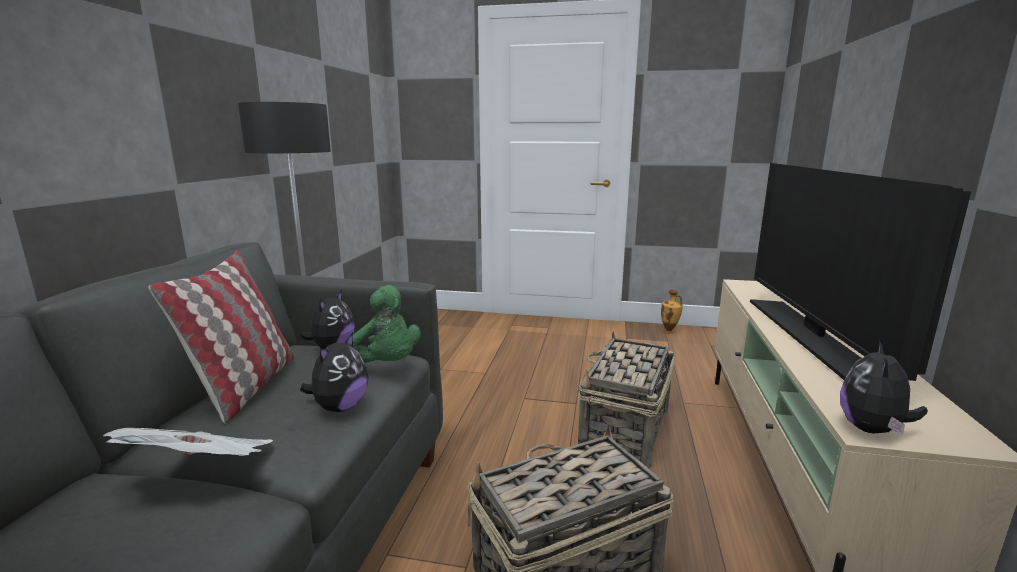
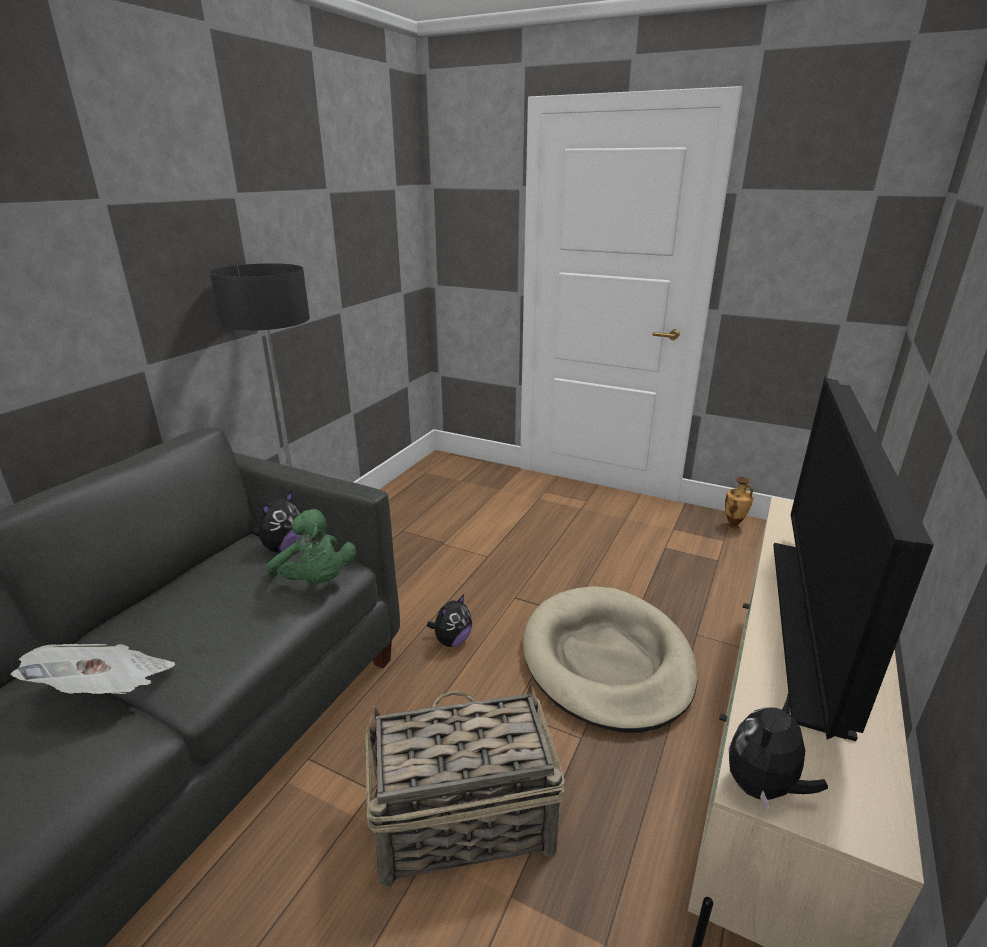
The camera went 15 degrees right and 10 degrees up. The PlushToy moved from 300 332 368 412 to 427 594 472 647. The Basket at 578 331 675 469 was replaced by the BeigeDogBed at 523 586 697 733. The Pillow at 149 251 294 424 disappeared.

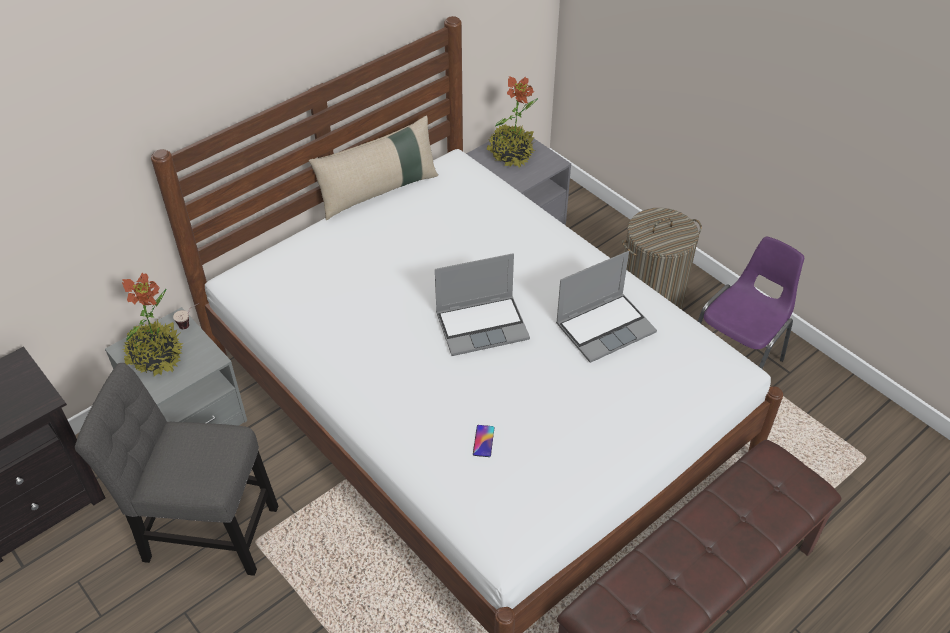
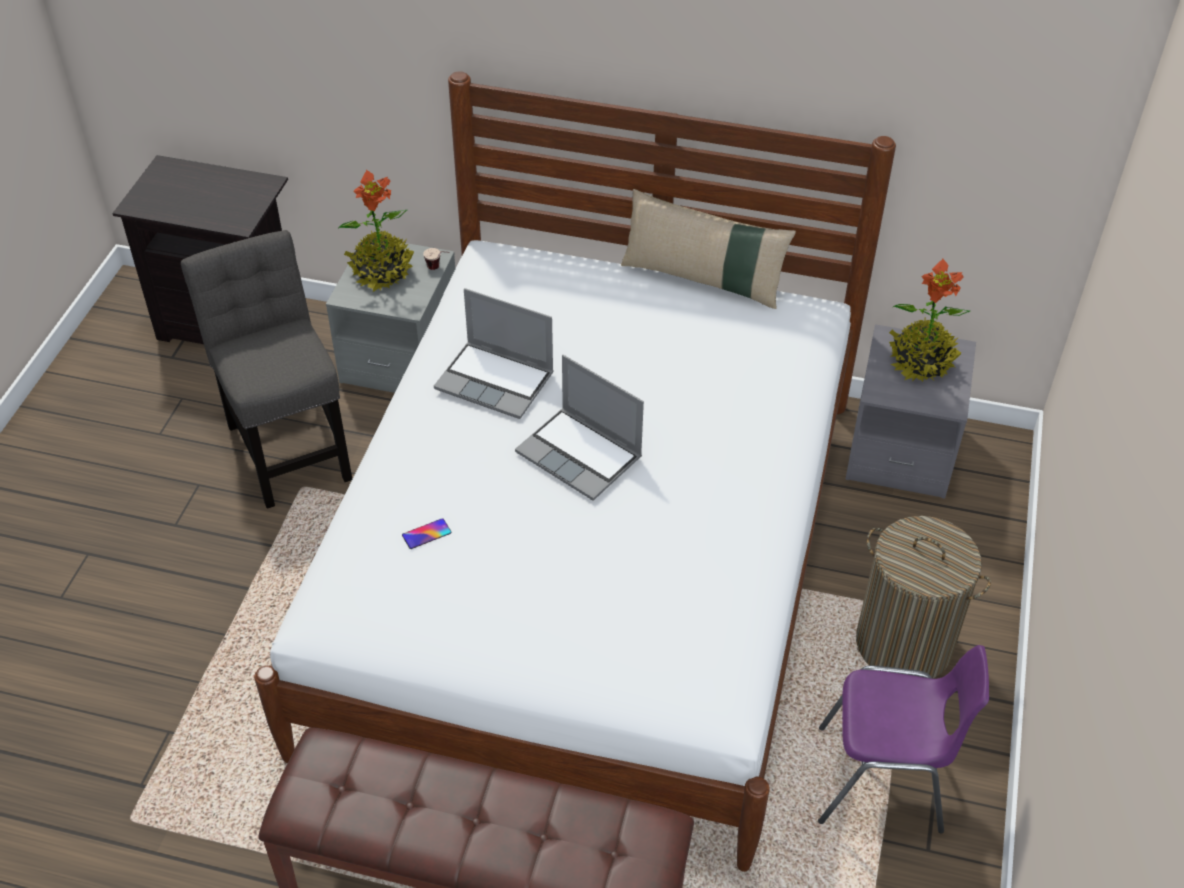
The camera went 55 degrees right and 0 degrees up. The Laptop moved from 556 251 657 363 to 434 288 554 419.

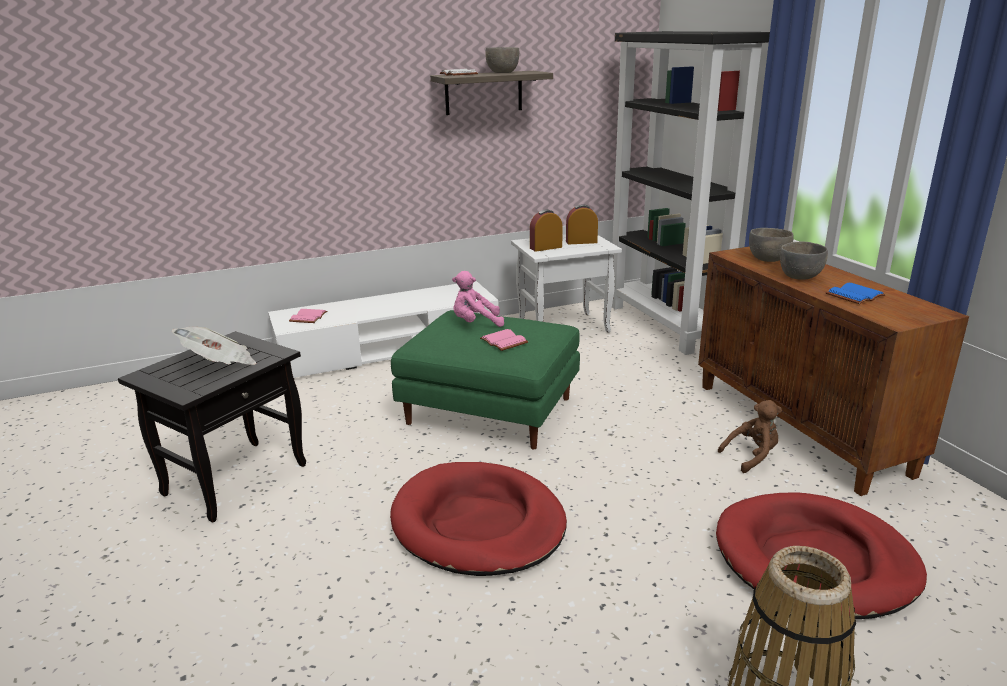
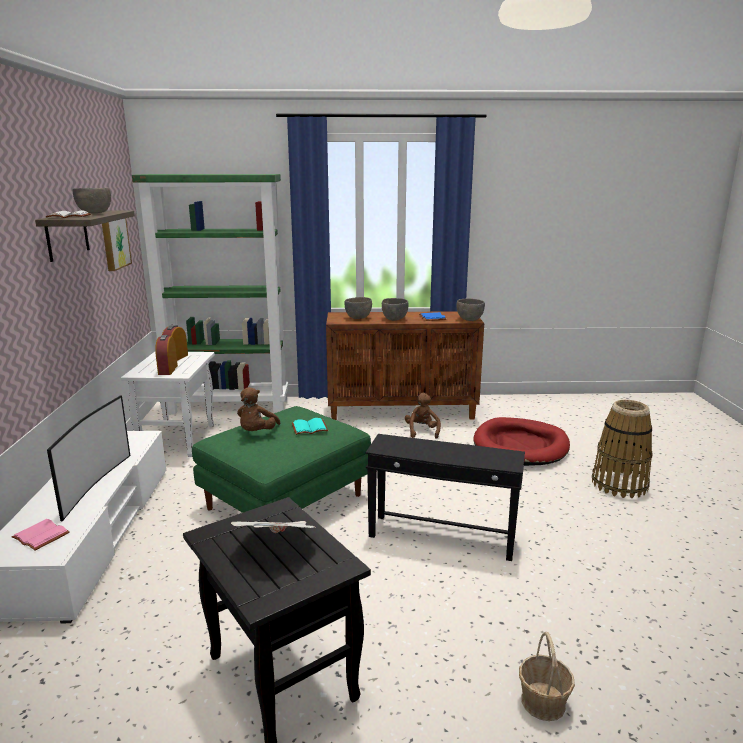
The camera went 70 degrees left and 5 degrees down. The Television at 47 396 130 521 appeared. The Picture at 102 218 132 271 appeared. The BlackBookcase at 612 31 770 355 became the GreenBookcase at 132 174 289 415. The PinkPlushToy at 452 271 504 327 became the BrownPlushToy at 237 387 281 431. The PinkBook at 480 329 528 351 became the TurquoiseBook at 292 418 328 435. The RedDogBed at 390 462 567 576 was replaced by the BlackSideTable at 366 434 525 561. The GreyBowl at 457 298 485 321 appeared. The Basket at 519 632 575 721 appeared.

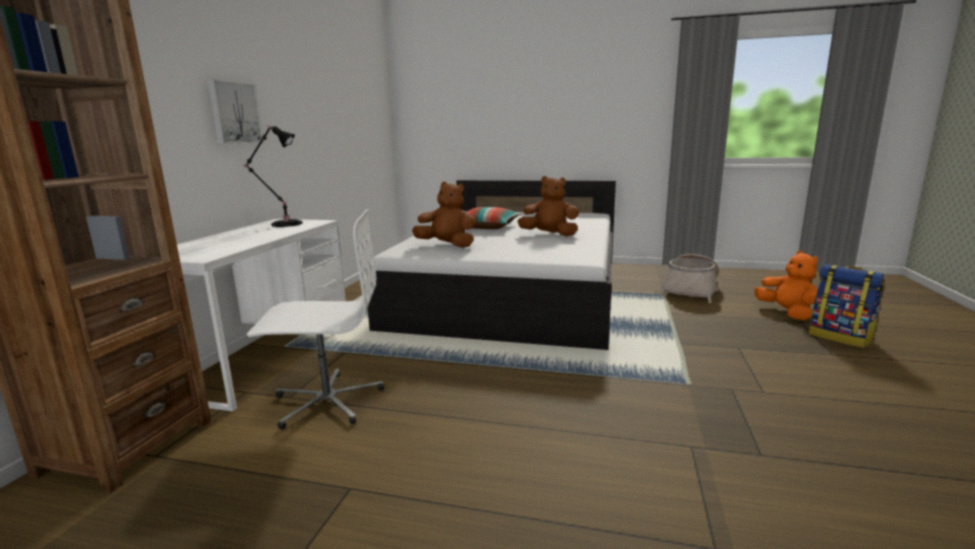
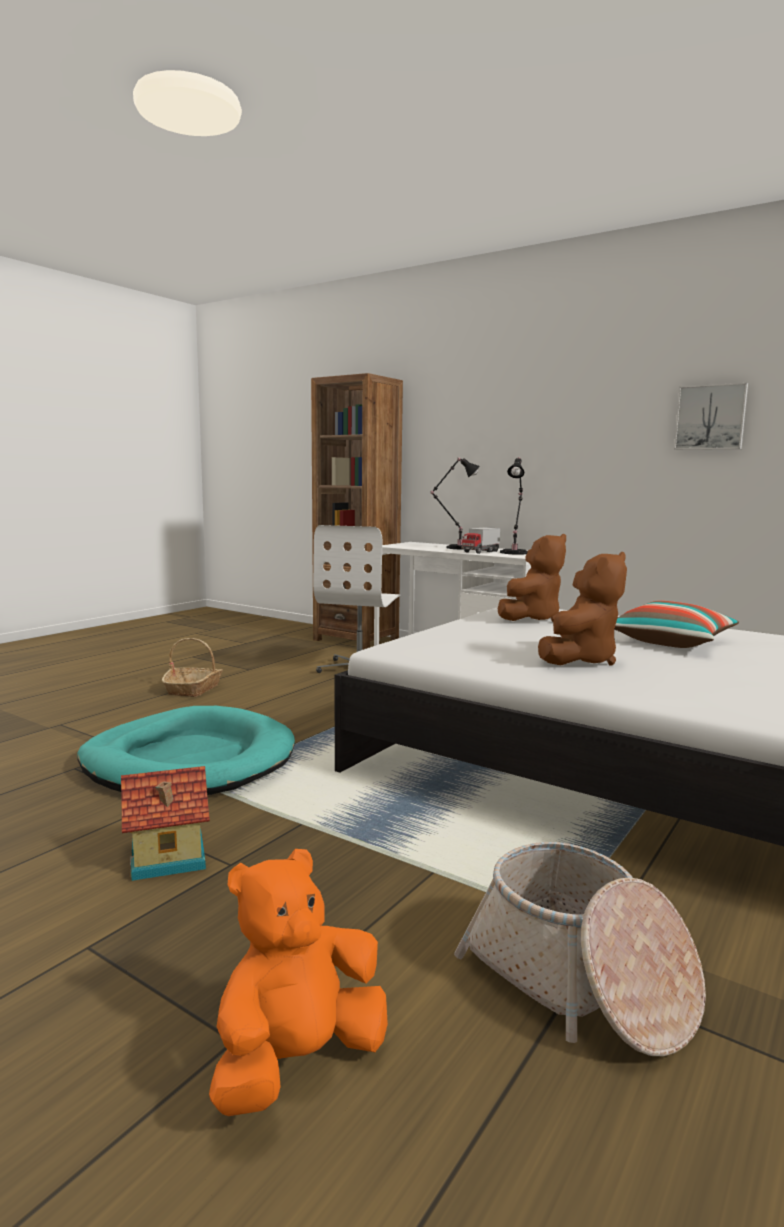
The camera went 110 degrees right and 5 degrees down. The TurquoiseDogBed at 77 706 295 795 appeared. The ToyHouse at 121 766 210 881 appeared. The Basket at 162 638 223 697 appeared. The OrangePlushToy at 754 251 818 320 turned 135 degrees clockwise. The BlackTableLamp at 430 458 480 549 appeared. The ToyTruck at 461 527 500 554 appeared. The Picture moved from 207 79 264 144 to 674 383 748 450. The Backpack at 809 264 884 348 disappeared.

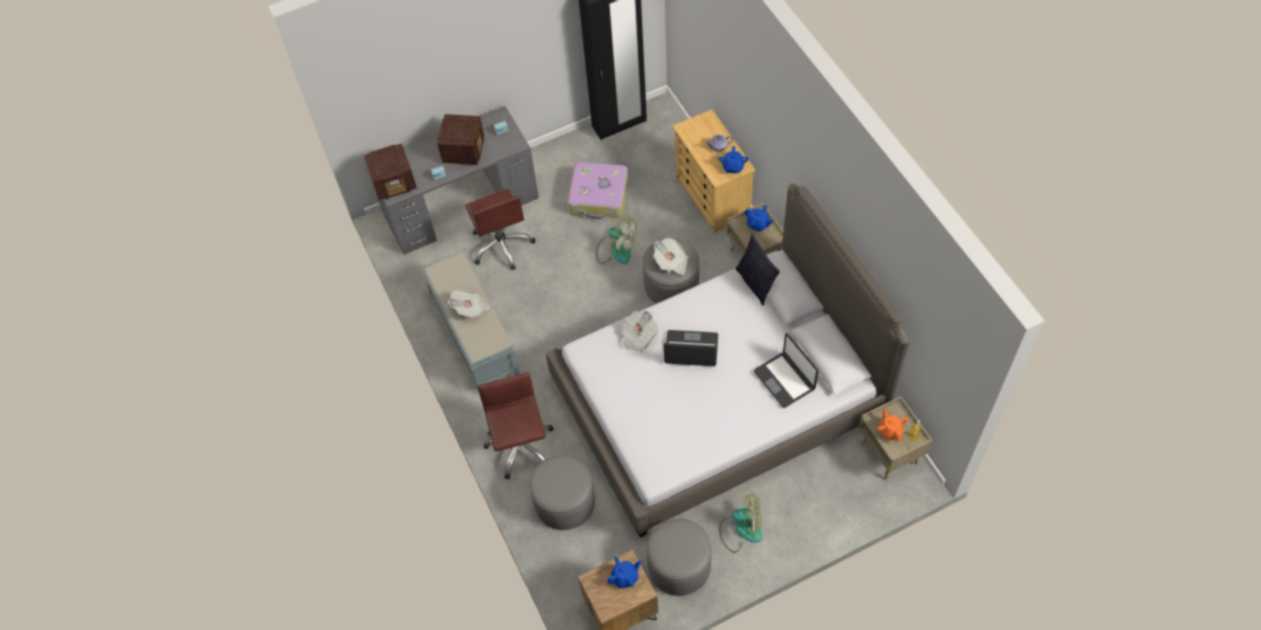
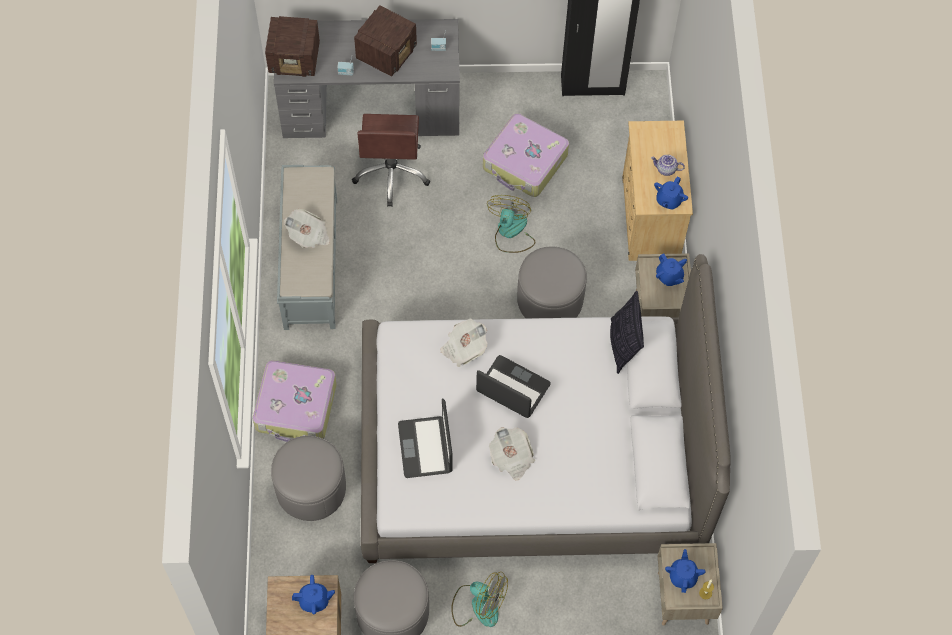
The camera went 20 degrees right and 5 degrees up. The BrownOfficeChair at 477 372 553 479 was replaced by the Suitcase at 253 360 337 442. The Laptop moved from 753 333 818 408 to 398 399 453 478. The Fan at 596 218 637 264 turned 135 degrees counterclockwise. The Newspaper moved from 653 238 689 275 to 489 427 535 481. The OrangeTeapot at 877 408 908 442 became the BlueTeapot at 665 549 706 593.

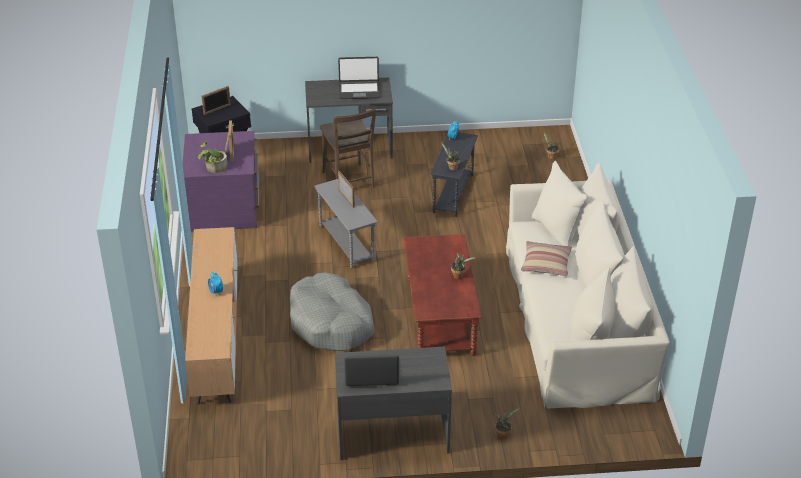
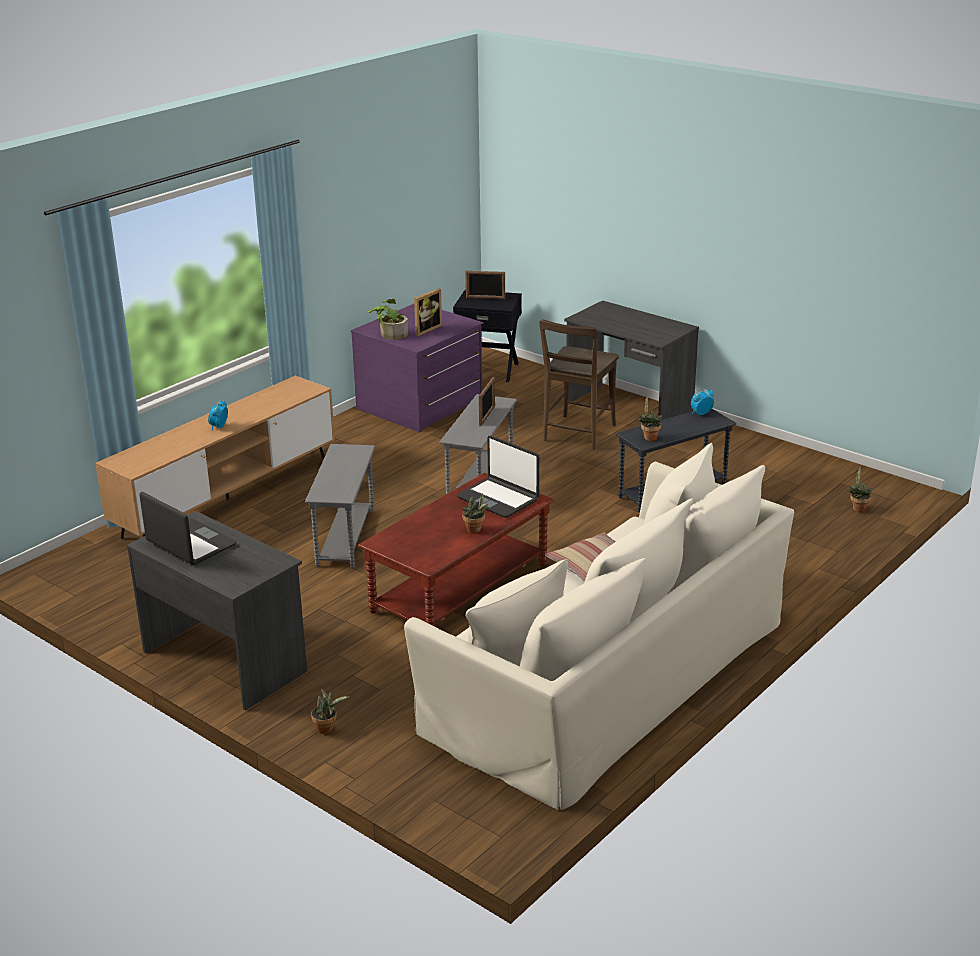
The camera went 45 degrees right and 10 degrees down. The GreyDogBed at 290 272 375 351 was replaced by the GreySideTable at 305 444 375 568. The Laptop moved from 338 57 380 99 to 457 436 539 518.

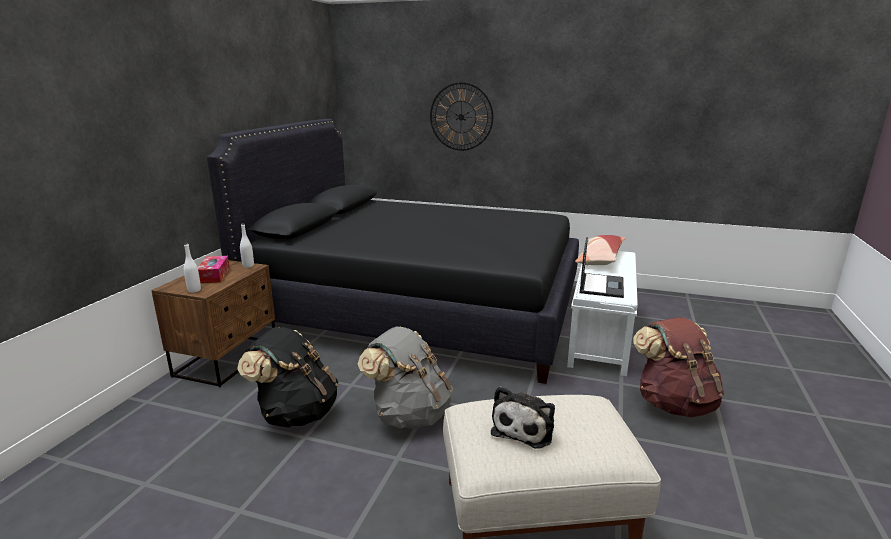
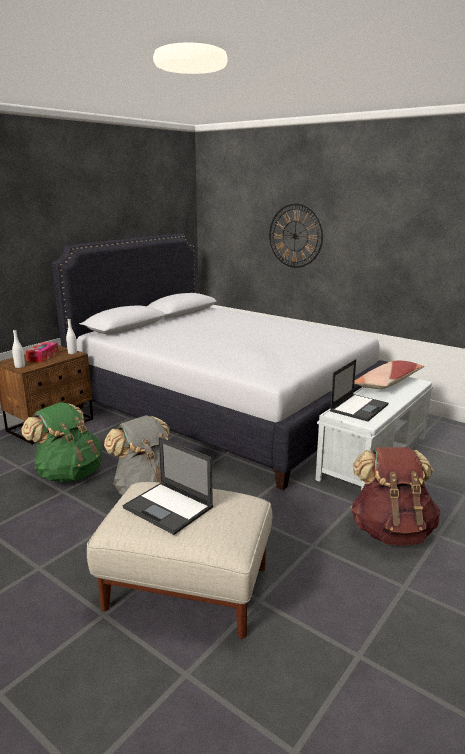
The camera went 20 degrees right and 0 degrees up. The BlackBackpack at 237 327 338 428 became the GreenBackpack at 21 402 102 482. The BlackBed at 207 119 579 384 became the WhiteBed at 52 233 388 490. The PlushToy at 491 386 555 449 was replaced by the Laptop at 123 437 213 535.

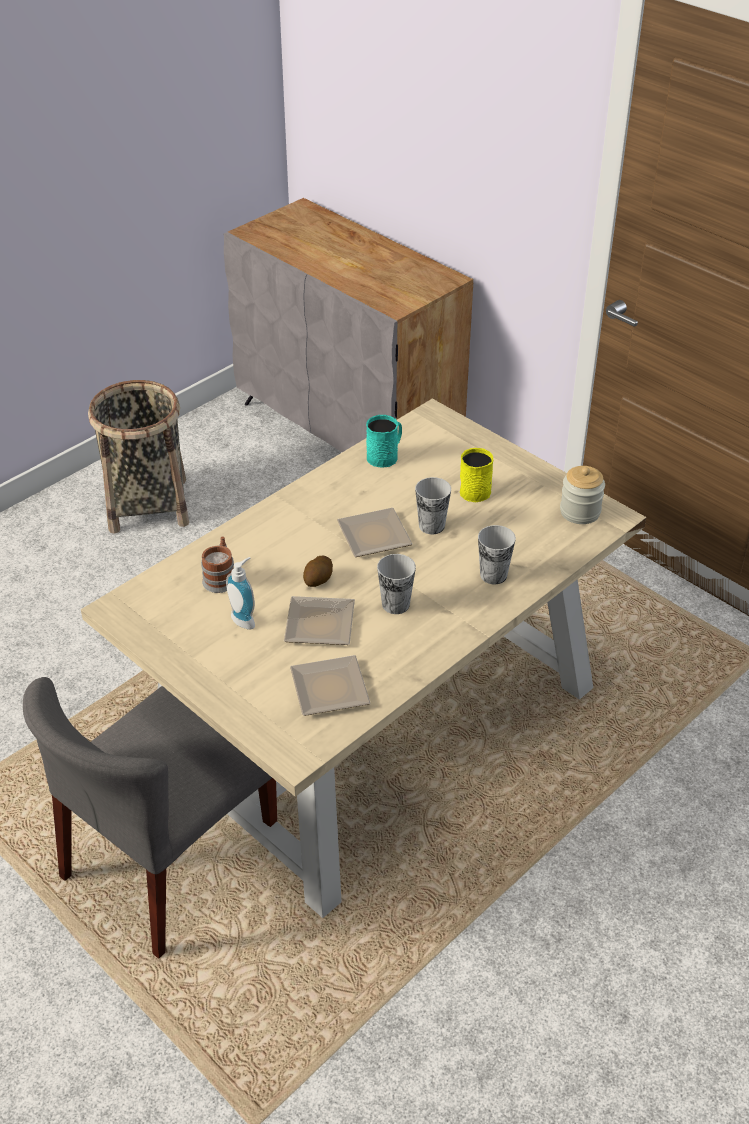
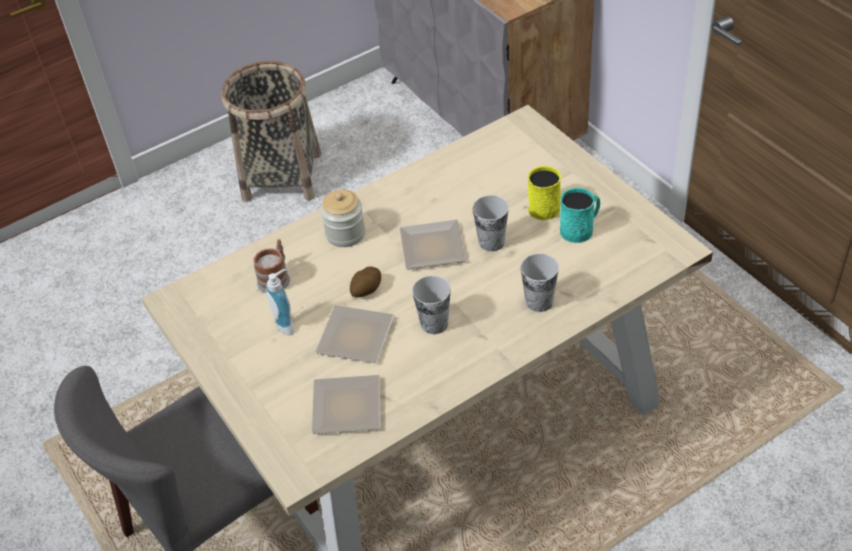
The camera went 15 degrees right and 5 degrees up. The Jar moved from 560 466 605 524 to 320 189 365 247. The TurquoiseMug moved from 366 415 402 467 to 560 188 600 243.

